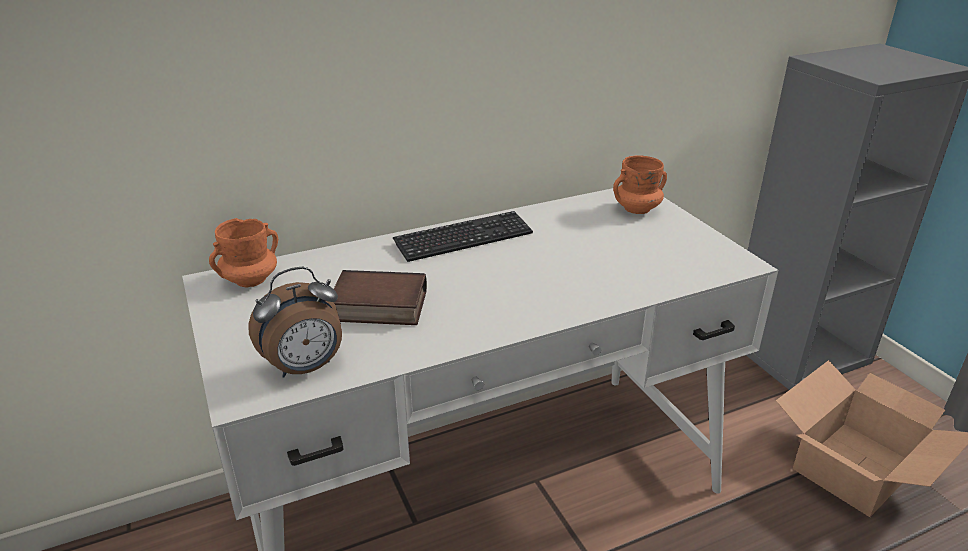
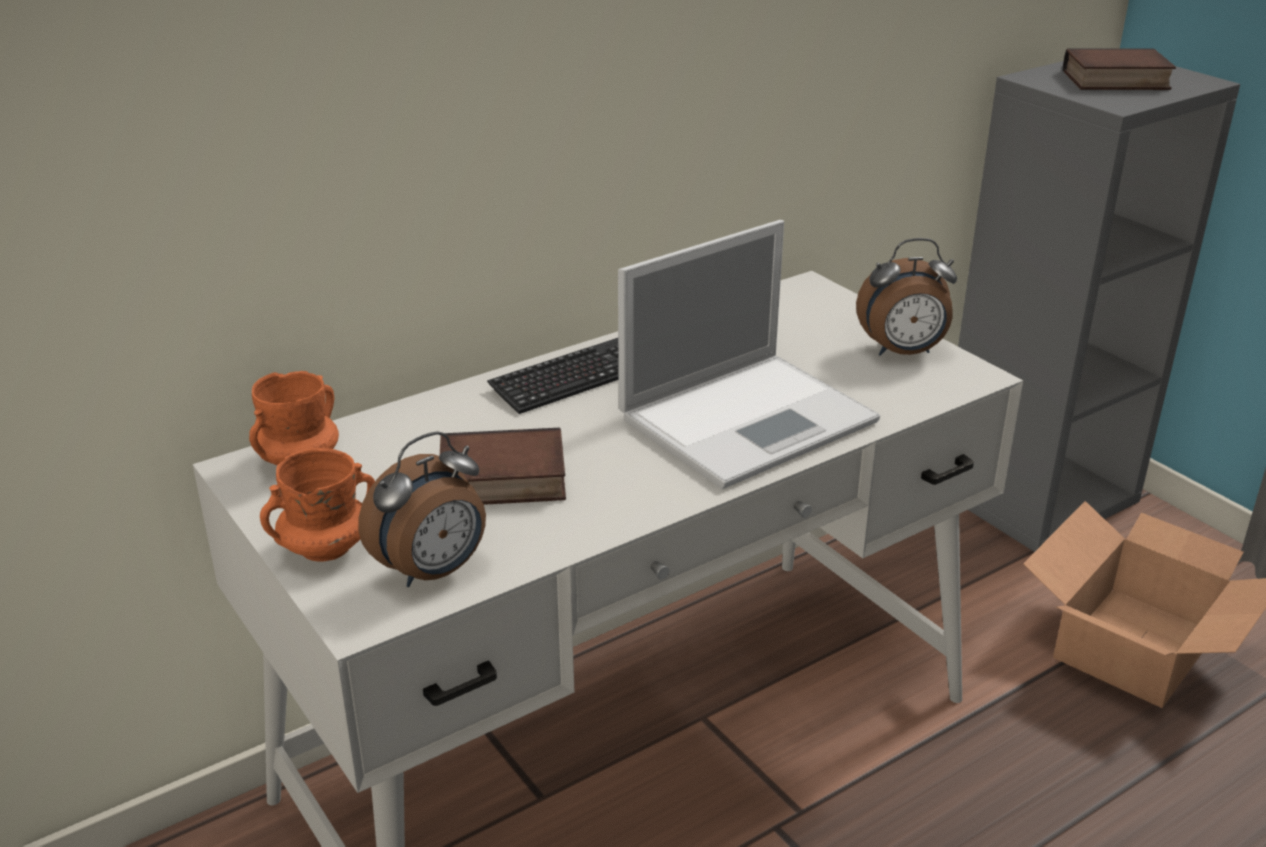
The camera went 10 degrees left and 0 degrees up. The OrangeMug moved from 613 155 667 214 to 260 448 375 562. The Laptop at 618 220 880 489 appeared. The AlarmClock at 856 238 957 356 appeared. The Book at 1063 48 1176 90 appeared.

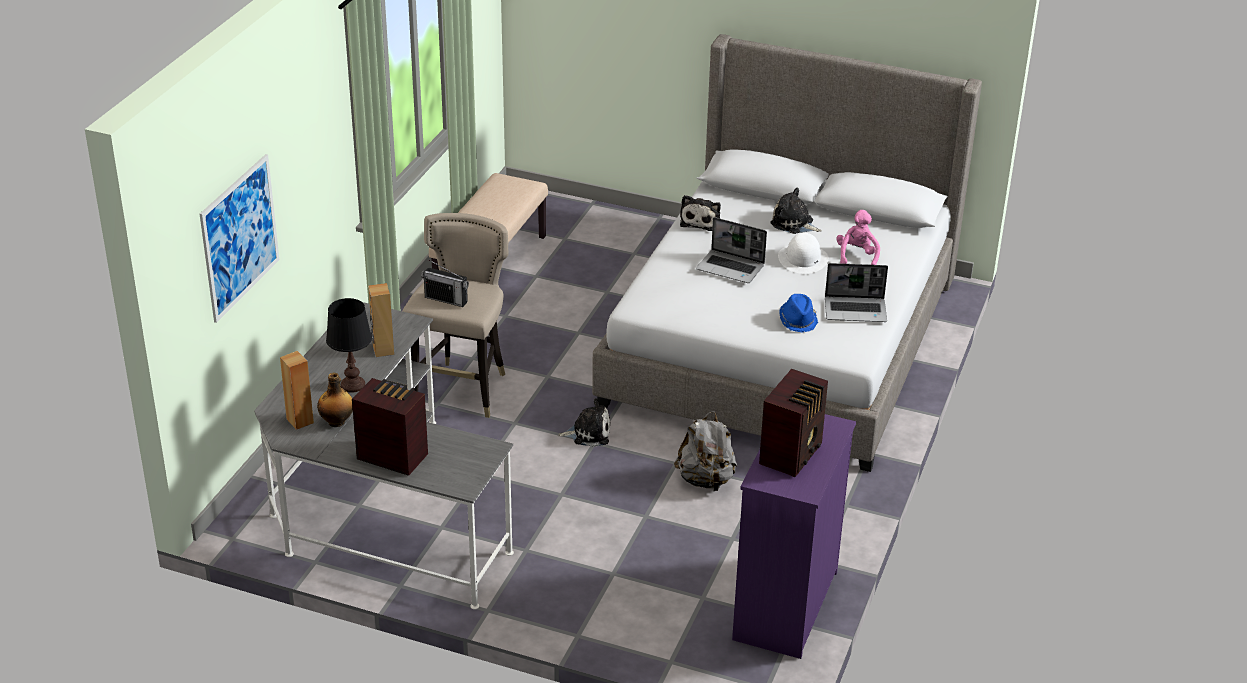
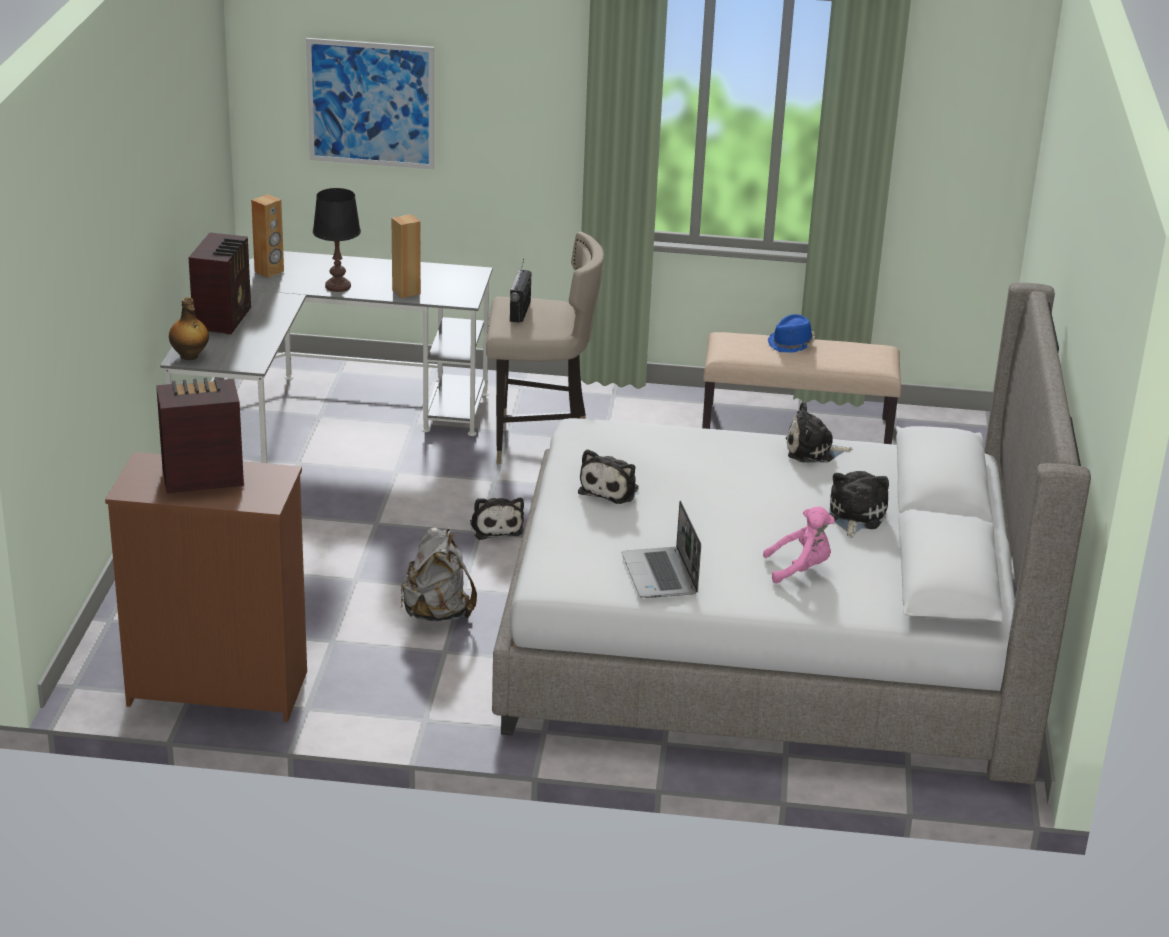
The camera went 75 degrees right and 5 degrees down. The PurpleDresser at 732 414 856 659 became the BrownDresser at 105 452 307 722. The Radio at 759 369 828 477 turned 150 degrees clockwise. The Bottle moved from 317 373 353 427 to 169 297 209 360. The PlushToy at 578 449 639 504 appeared. The BlueHat moved from 779 294 818 333 to 768 314 815 352. The Laptop at 696 217 767 283 disappeared. The WhiteHat at 778 233 829 274 disappeared.

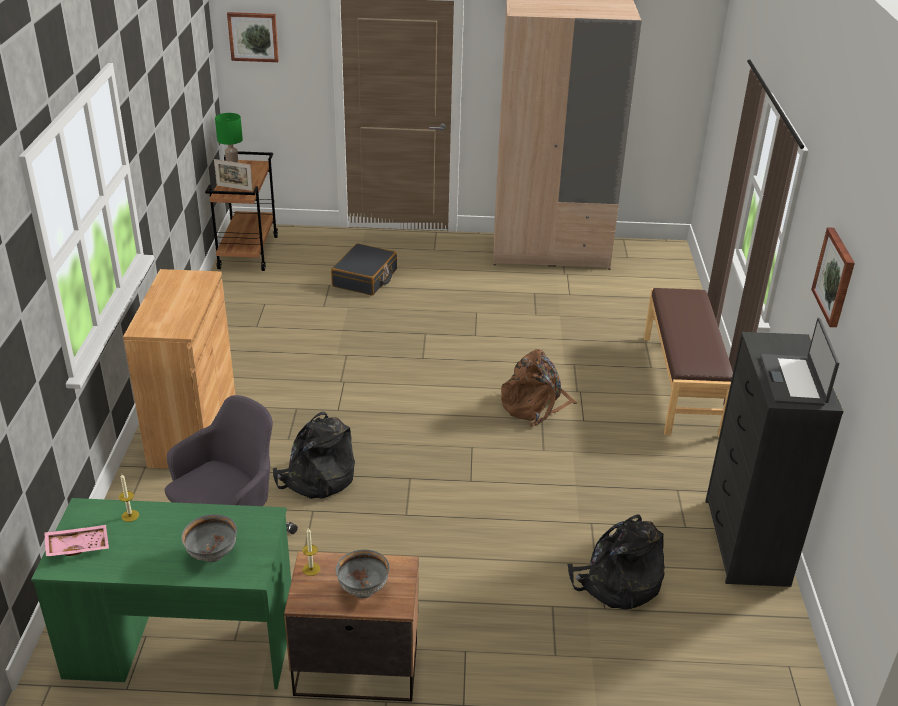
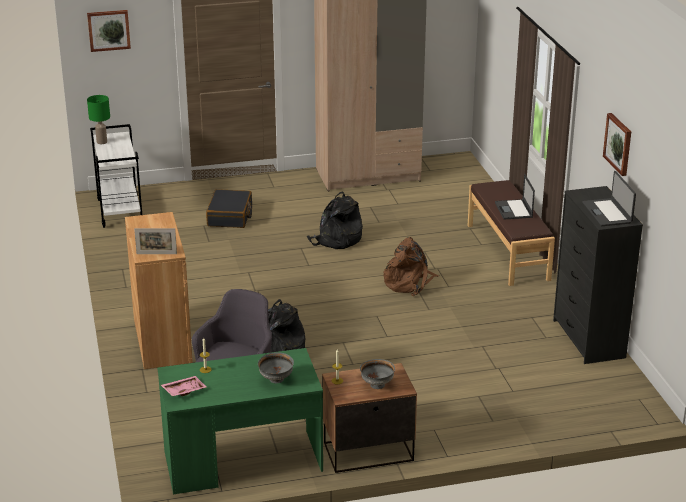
The camera went 15 degrees left and 5 degrees down. The BrownCart at 205 151 278 271 became the WhiteCart at 90 124 142 228. The PictureFrame moved from 214 159 253 191 to 134 228 177 254. The BlackBackpack moved from 568 514 664 610 to 307 191 363 249. The Laptop at 495 174 535 220 appeared.

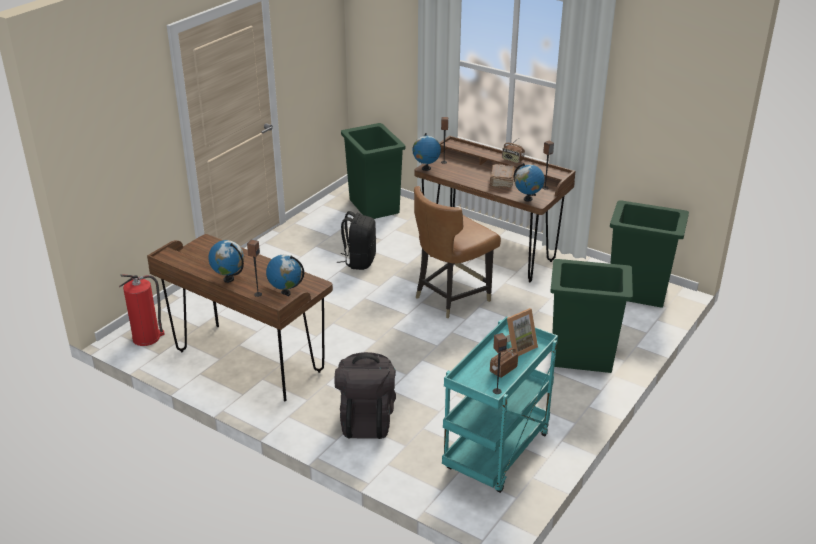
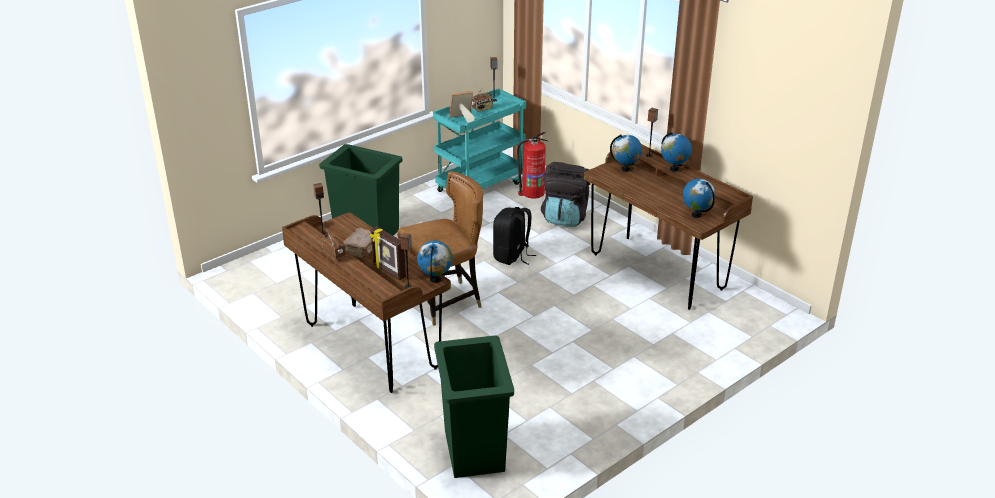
The camera went 165 degrees left and 0 degrees up. The PictureFrame at 370 226 406 280 appeared. The BlackBackpack moved from 337 211 376 270 to 493 207 536 265. The FireExtinguisher moved from 119 274 165 346 to 517 132 548 198. The Globe moved from 514 163 545 202 to 683 179 715 218. The GreenTrashCan at 610 200 689 308 disappeared.

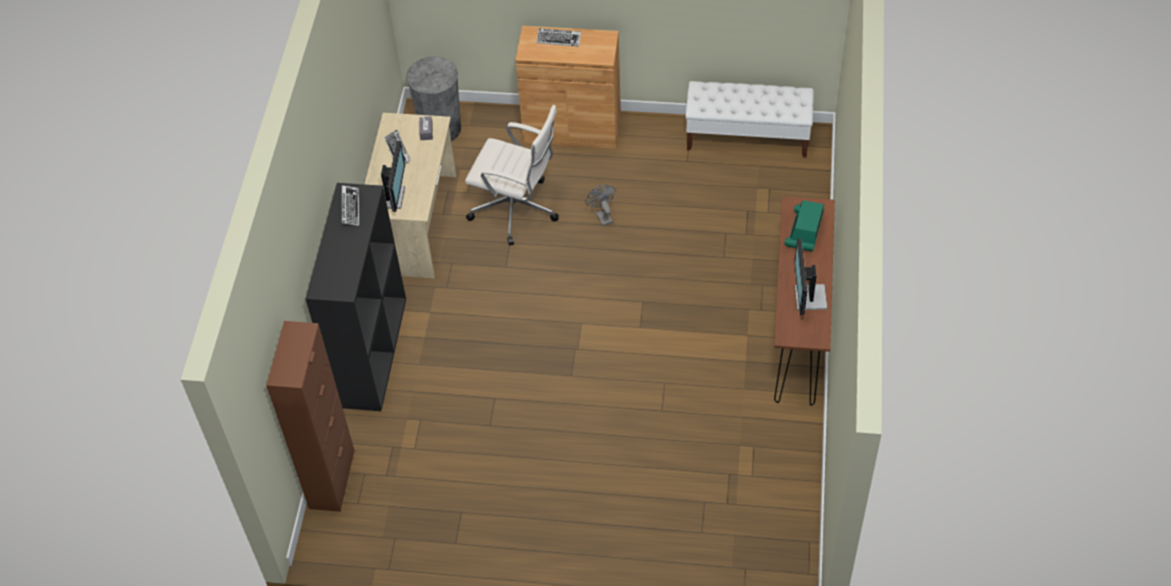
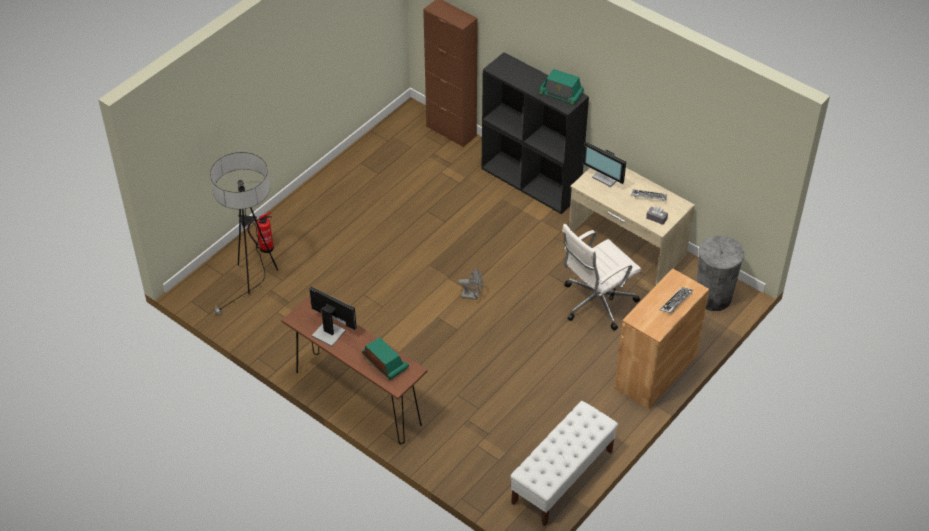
The camera went 120 degrees right and 5 degrees down. The FloorLamp at 210 152 278 315 appeared. The FireExtinguisher at 247 212 274 253 appeared. The GreyFan moved from 585 185 616 226 to 458 268 484 300. The Keyboard at 341 185 359 226 was replaced by the Radio at 538 69 584 105.

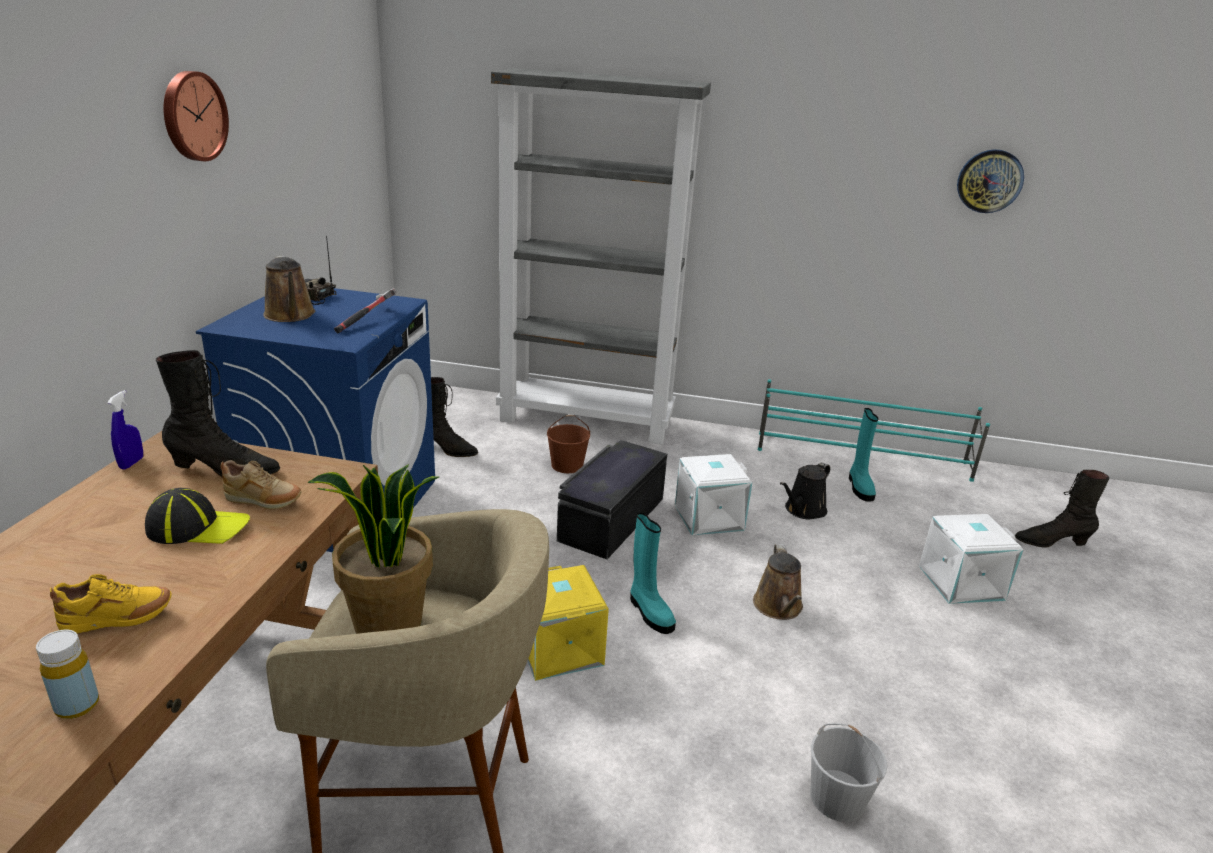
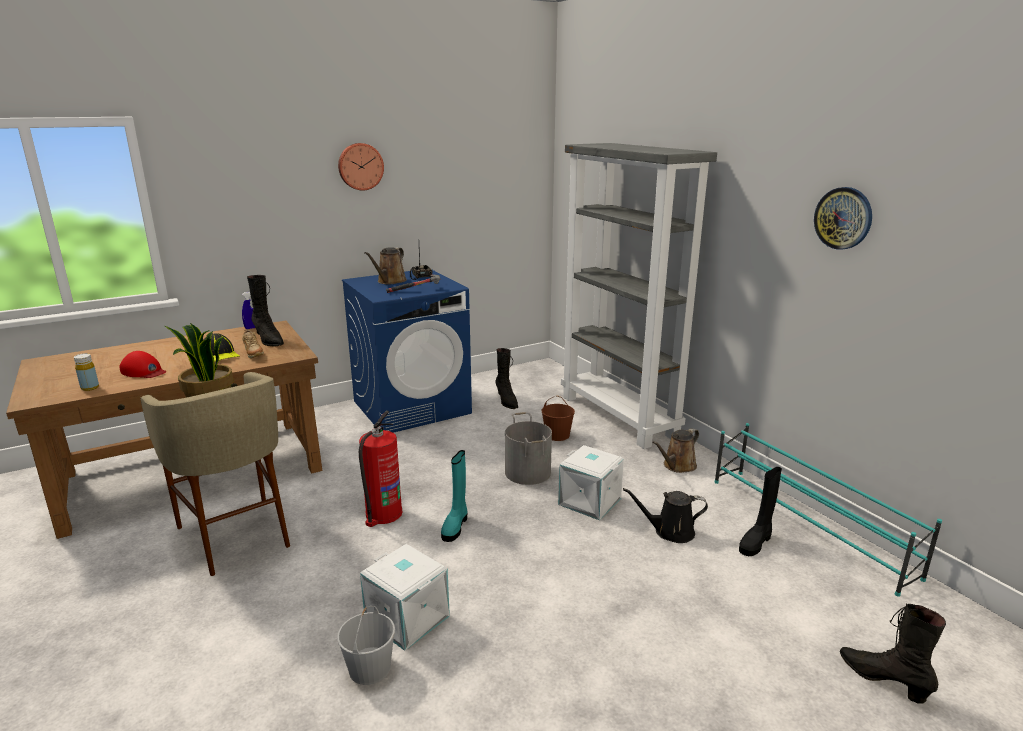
The camera went 50 degrees right and 5 degrees down. The YellowShoe at 50 574 171 634 was replaced by the RedCap at 119 351 166 378. The YellowStorageBox at 528 565 609 681 was replaced by the FireExtinguisher at 359 410 402 527. The WhiteStorageBox moved from 919 514 1023 604 to 360 544 450 651. The BlackStorageBox at 557 440 667 559 was replaced by the GreyBucket at 505 412 552 485. The BrownWateringCan moved from 753 544 803 620 to 652 428 699 473. The TurquoiseBoot at 849 408 878 502 became the BlackBoot at 739 467 782 556. The WallClock moved from 957 149 1024 213 to 814 187 872 250.

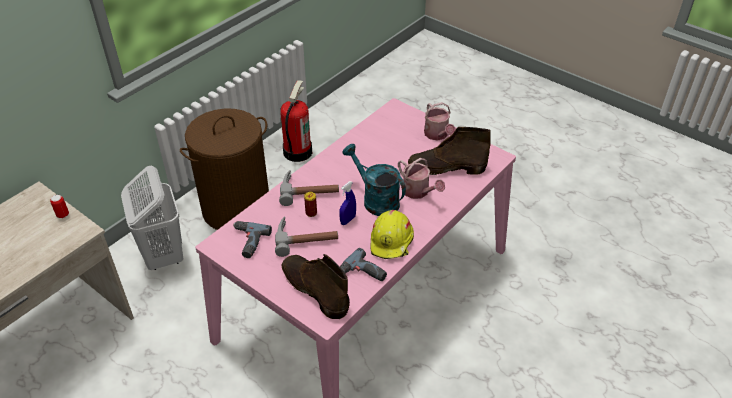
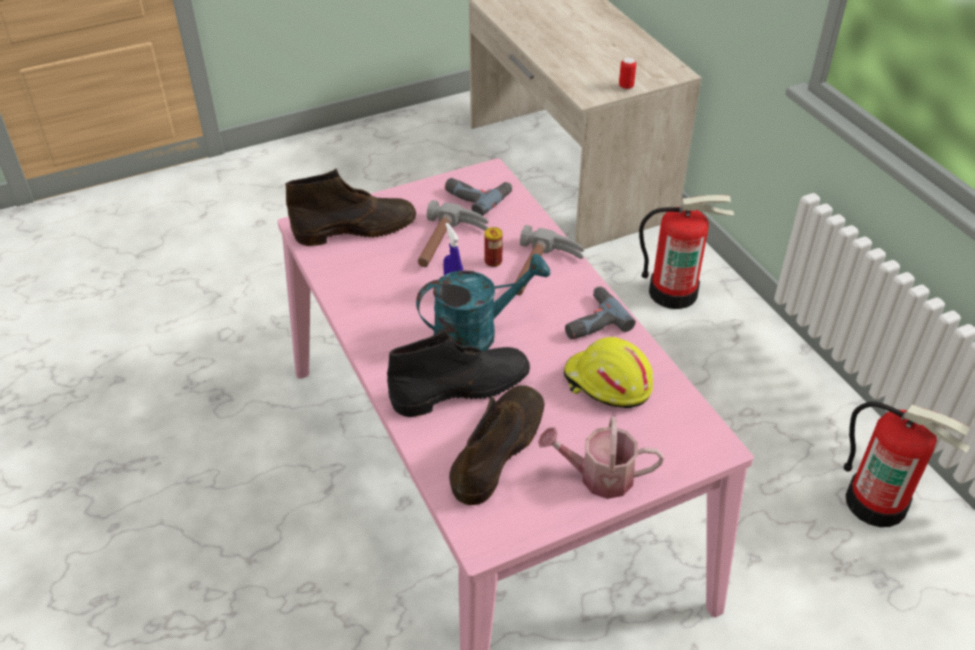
The camera went 115 degrees right and 0 degrees up. The WateringCan at 398 158 445 199 was replaced by the BlackBoot at 387 328 530 417. The YellowHardHat moved from 370 210 414 259 to 564 337 653 408. The PowerDrill moved from 340 248 387 281 to 565 287 636 340. The WhiteLaundryBasket at 121 165 183 270 was replaced by the FireExtinguisher at 639 195 734 309. The BrownLaundryBasket at 180 108 269 230 disappeared.

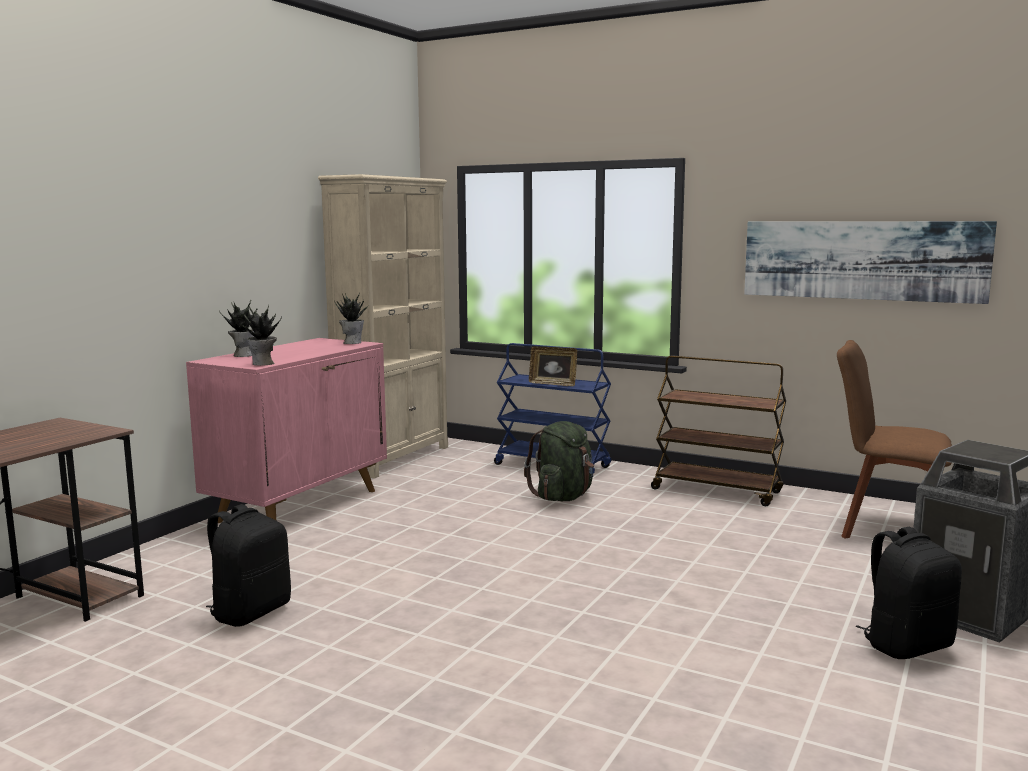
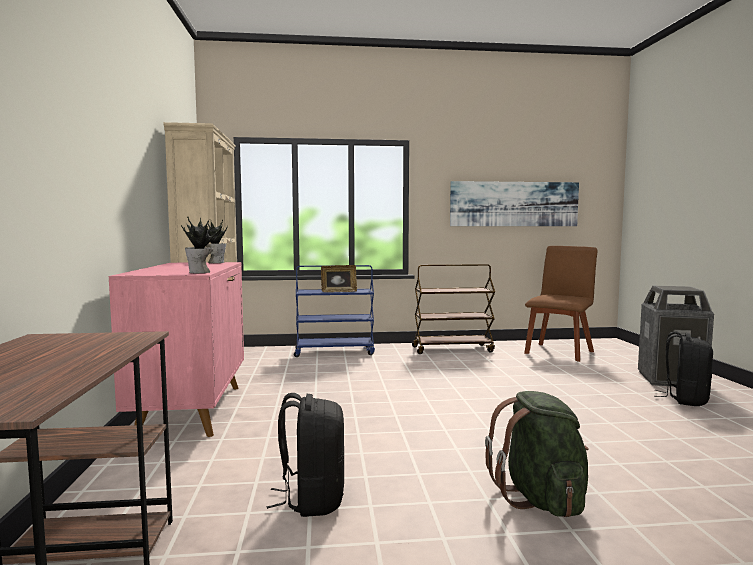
The camera went 35 degrees left and 5 degrees down. The GreenBackpack moved from 524 421 594 501 to 485 391 589 518. The BrownChair at 837 340 952 538 turned 135 degrees clockwise. The PottedPlant at 219 300 257 357 disappeared.

